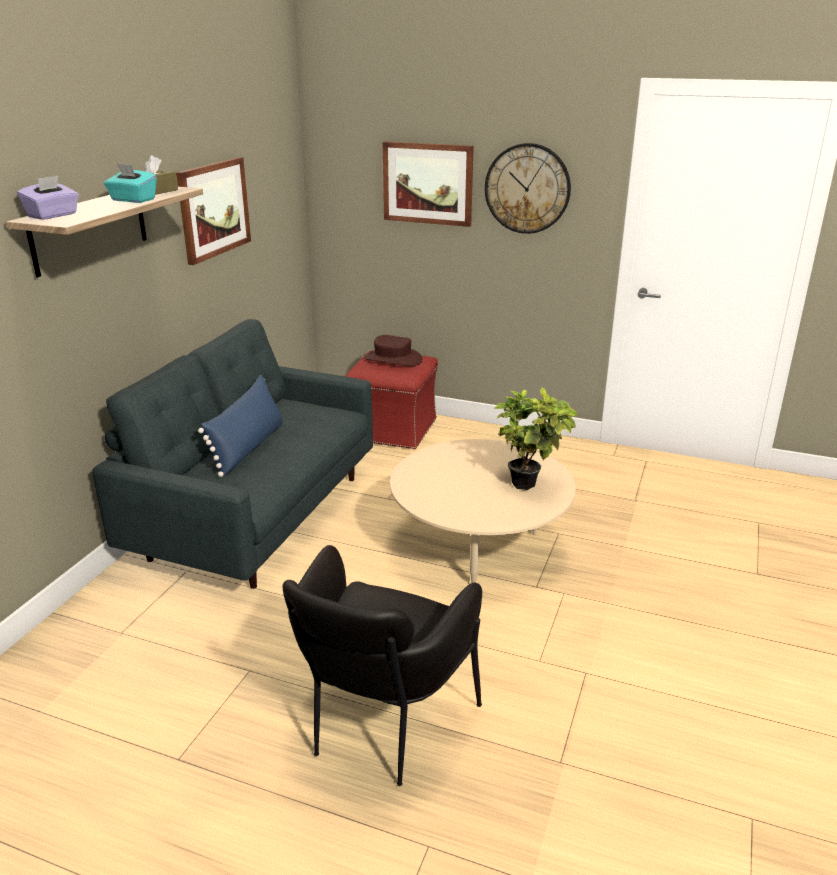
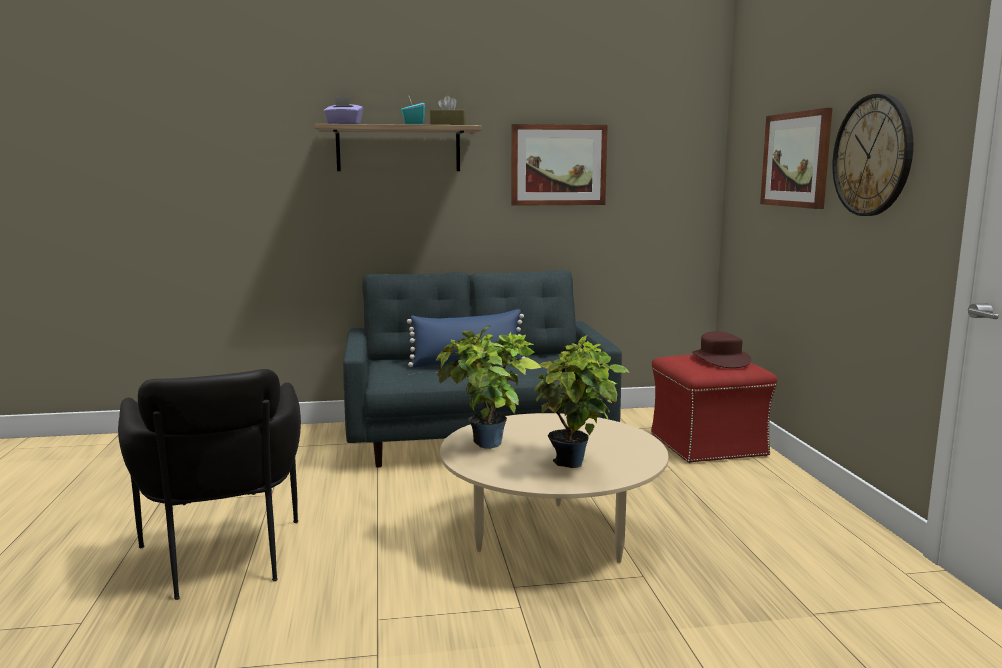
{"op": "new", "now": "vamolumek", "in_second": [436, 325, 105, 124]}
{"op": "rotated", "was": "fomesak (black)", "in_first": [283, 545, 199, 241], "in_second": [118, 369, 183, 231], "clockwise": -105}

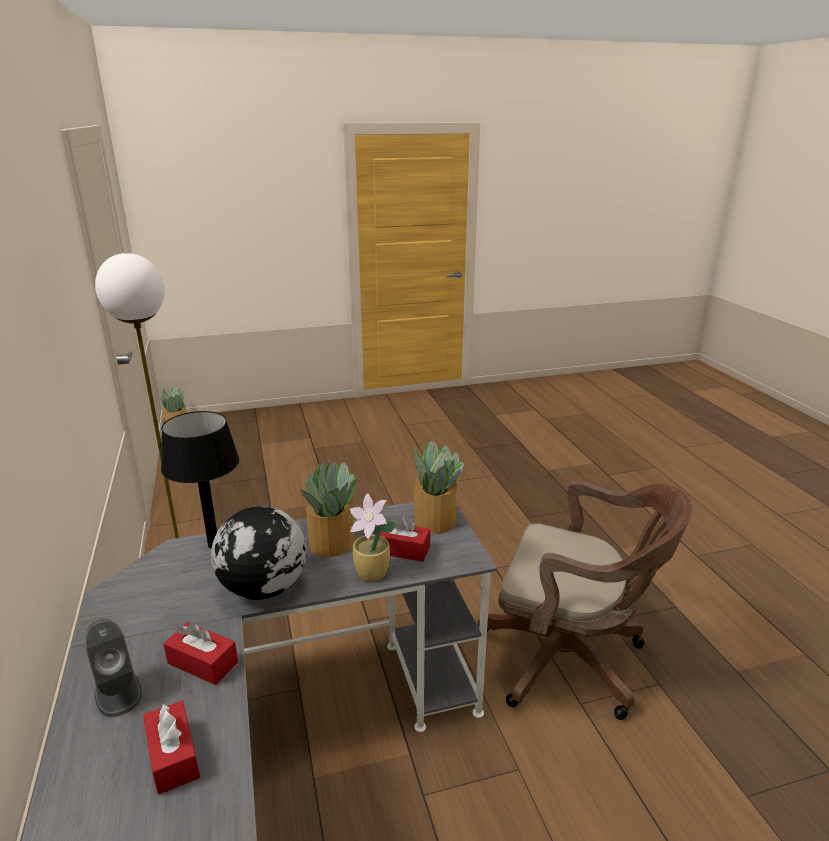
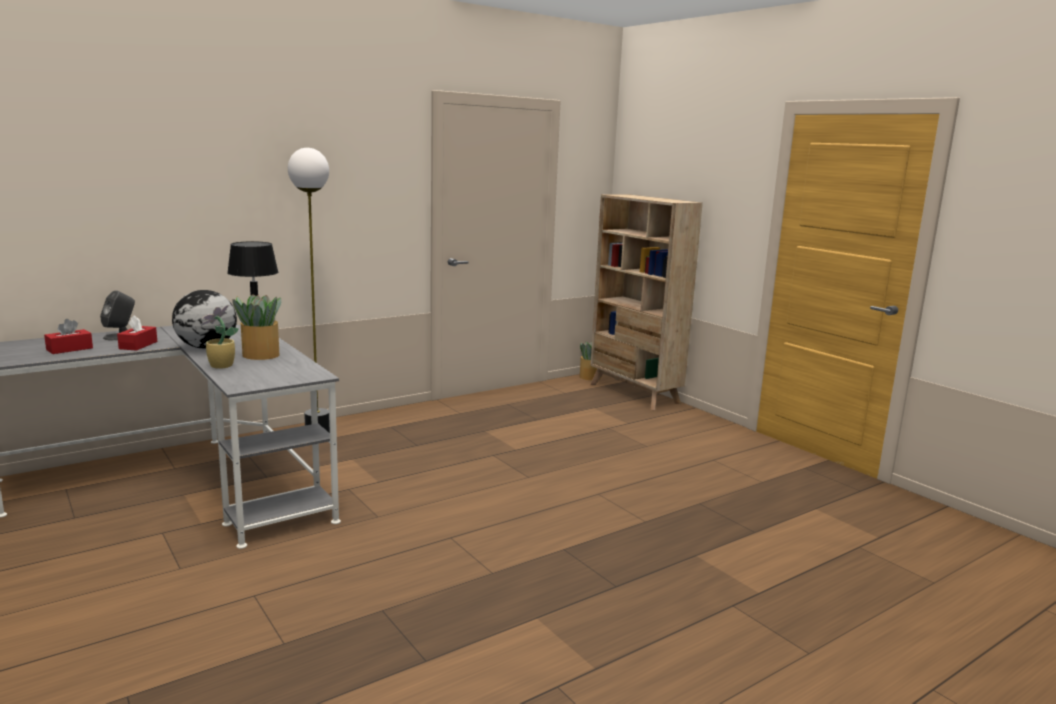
{"op": "gone", "was": "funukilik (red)", "in_first": [375, 515, 55, 47]}
{"op": "gone", "was": "vamolumek", "in_first": [413, 440, 51, 94]}
{"op": "gone", "was": "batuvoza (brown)", "in_first": [478, 480, 214, 240]}
{"op": "new", "now": "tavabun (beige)", "in_second": [590, 194, 113, 216]}

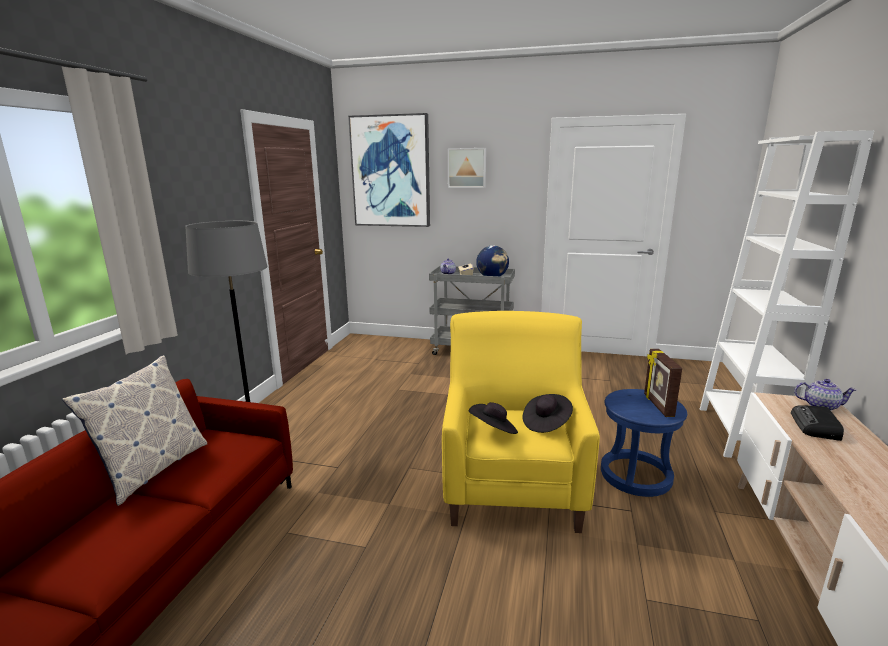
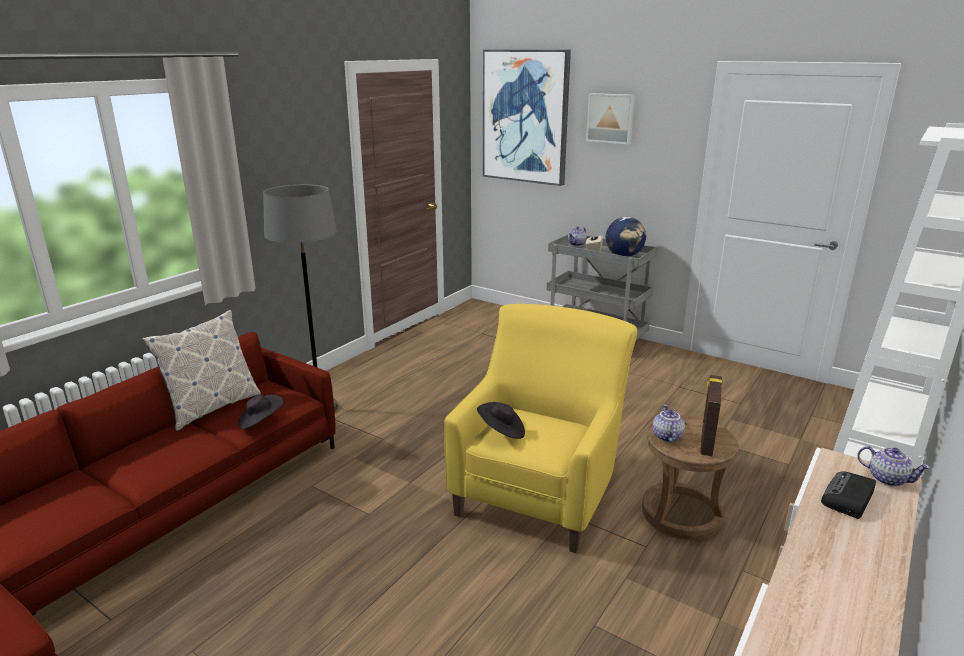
{"op": "new", "now": "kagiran", "in_second": [652, 404, 33, 38]}
{"op": "shifted", "was": "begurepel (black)", "in_first": [523, 394, 50, 39], "in_second": [238, 395, 45, 34]}
{"op": "repainted", "was": "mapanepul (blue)", "now": "mapanepul (brown)", "in_first": [601, 389, 86, 108], "in_second": [642, 416, 97, 124]}

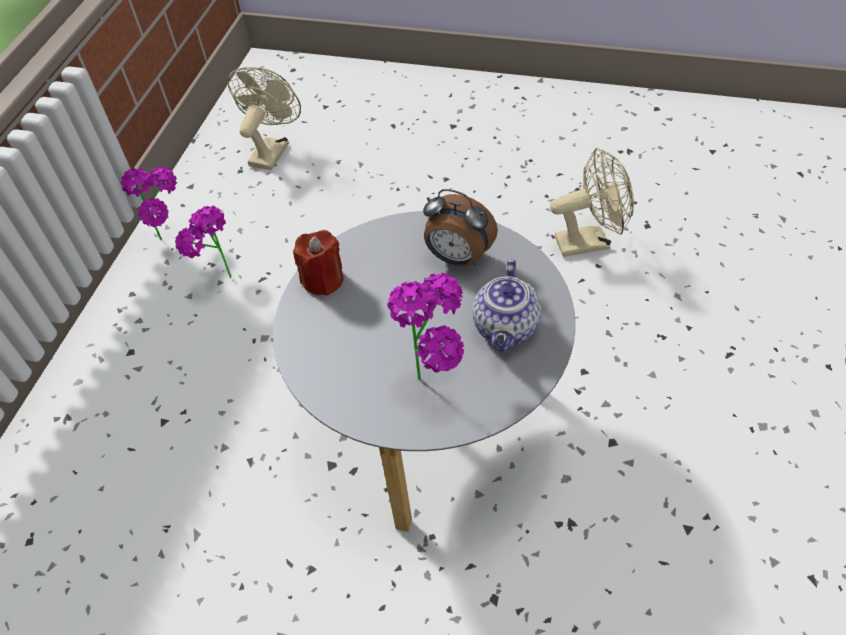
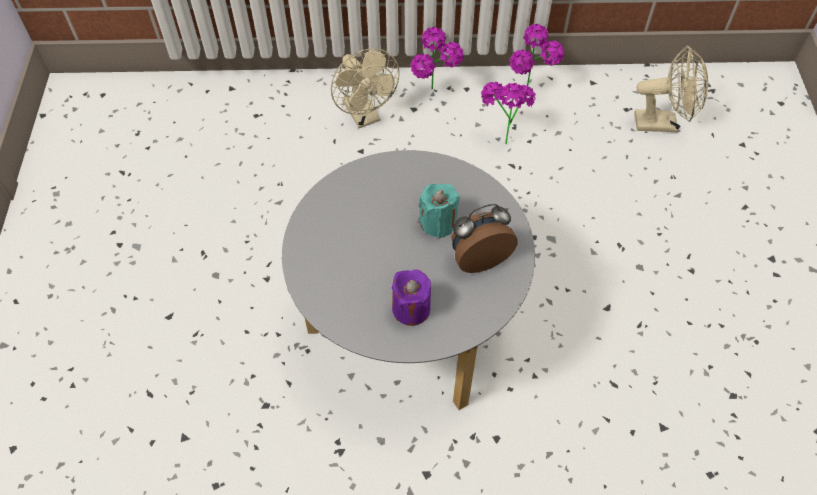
{"op": "gone", "was": "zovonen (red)", "in_first": [293, 230, 51, 65]}
{"op": "new", "now": "zovonen (turquoise)", "in_second": [419, 184, 41, 54]}
{"op": "shifted", "was": "vamolumek", "in_first": [387, 273, 77, 107], "in_second": [410, 27, 54, 62]}
{"op": "shifted", "was": "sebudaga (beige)", "in_first": [550, 147, 84, 110], "in_second": [331, 48, 68, 80]}
{"op": "swapped", "was": "kagiran", "now": "zovonen (purple)", "in_first": [472, 259, 69, 93], "in_second": [391, 269, 40, 57]}
{"op": "rotated", "was": "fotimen", "in_first": [423, 189, 75, 77], "in_second": [451, 204, 67, 69], "clockwise": 60}

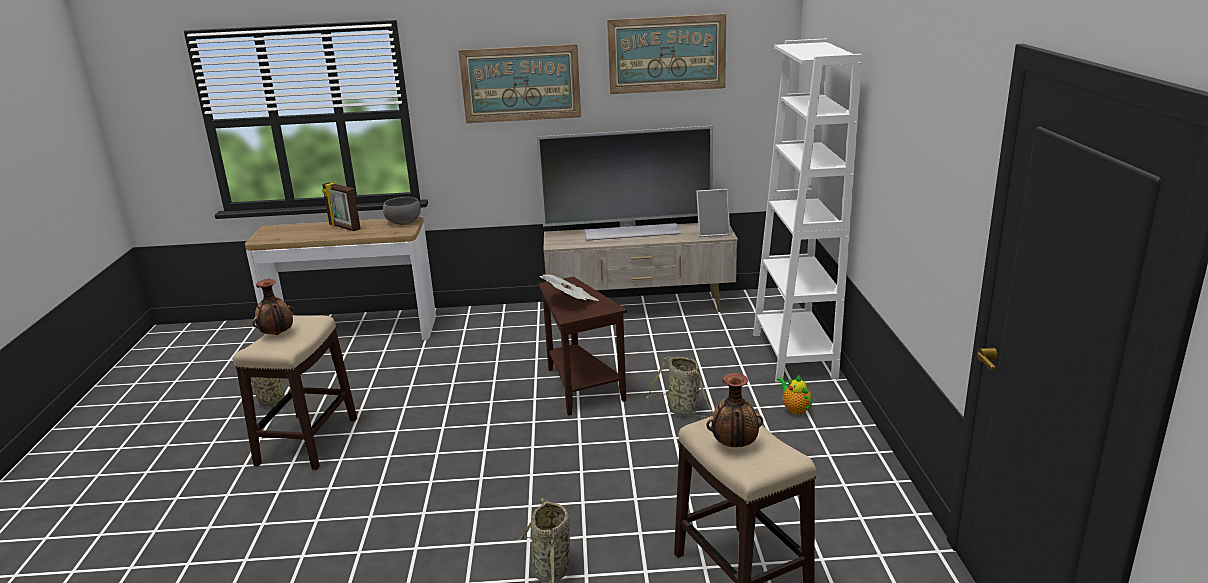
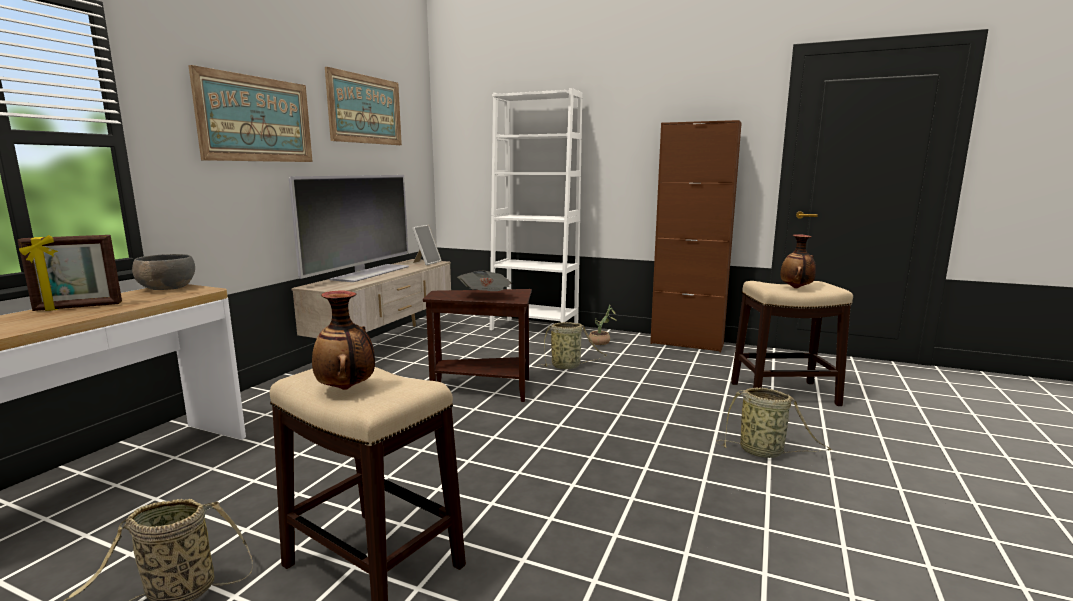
{"op": "new", "now": "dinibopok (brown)", "in_second": [650, 120, 92, 232]}
{"op": "swapped", "was": "kagiran", "now": "vamolumek", "in_first": [777, 375, 35, 40], "in_second": [589, 305, 27, 40]}

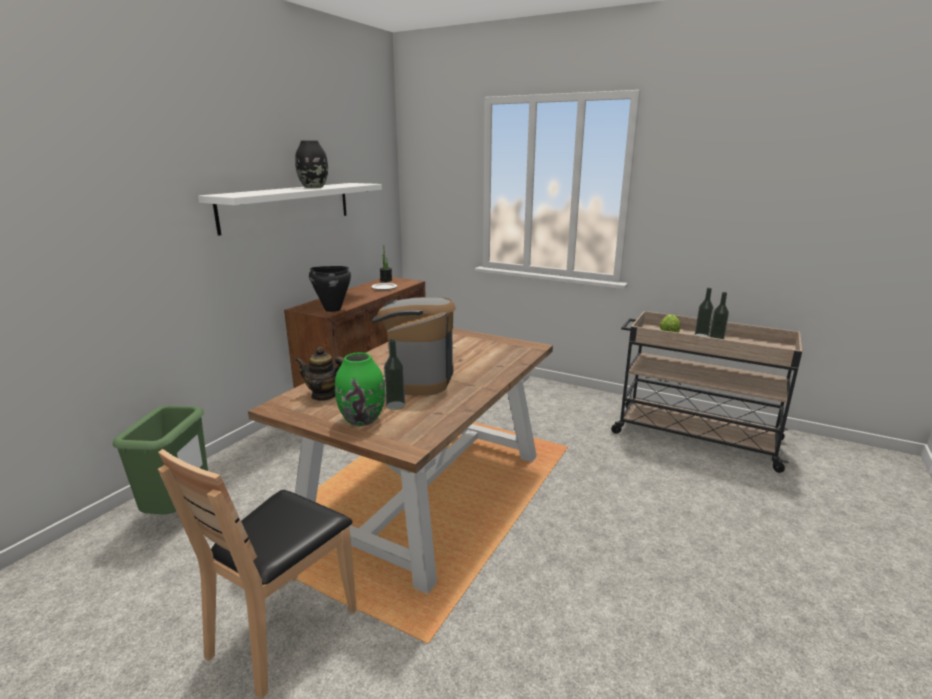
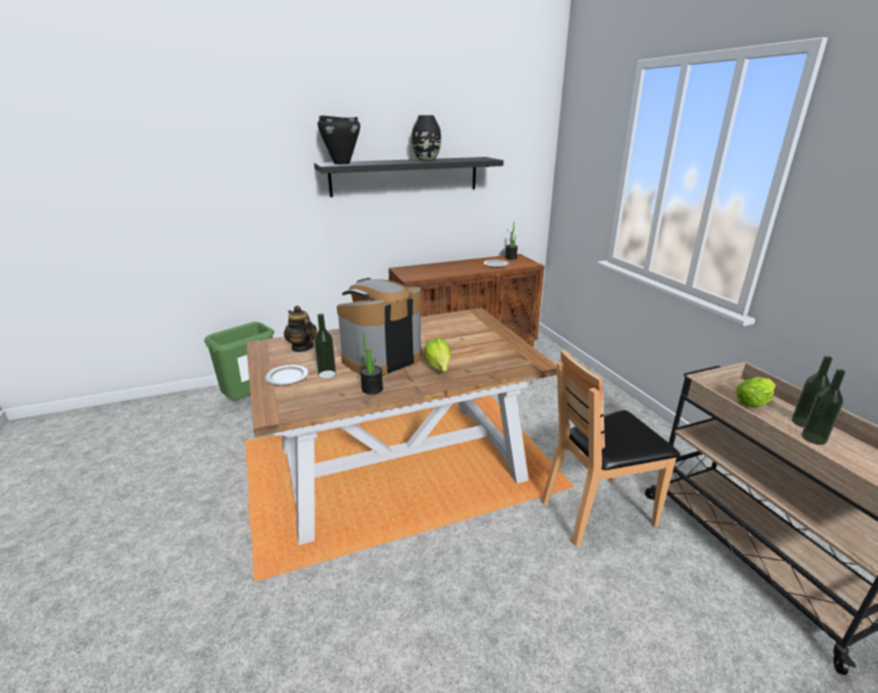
{"op": "new", "now": "vamolumek", "in_second": [360, 333, 23, 62]}
{"op": "new", "now": "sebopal", "in_second": [424, 338, 27, 34]}
{"op": "shifted", "was": "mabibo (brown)", "in_first": [158, 449, 199, 249], "in_second": [541, 349, 139, 198]}
{"op": "shifted", "was": "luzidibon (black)", "in_first": [309, 266, 42, 46], "in_second": [318, 115, 42, 49]}
{"op": "swapped", "was": "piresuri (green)", "now": "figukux", "in_first": [335, 352, 50, 74], "in_second": [265, 365, 44, 21]}
{"op": "repainted", "was": "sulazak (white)", "now": "sulazak (black)", "in_first": [198, 183, 184, 53], "in_second": [314, 157, 190, 40]}

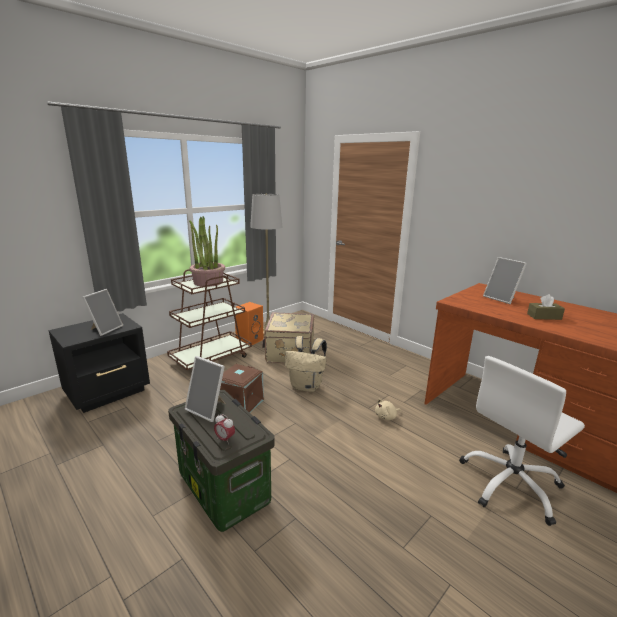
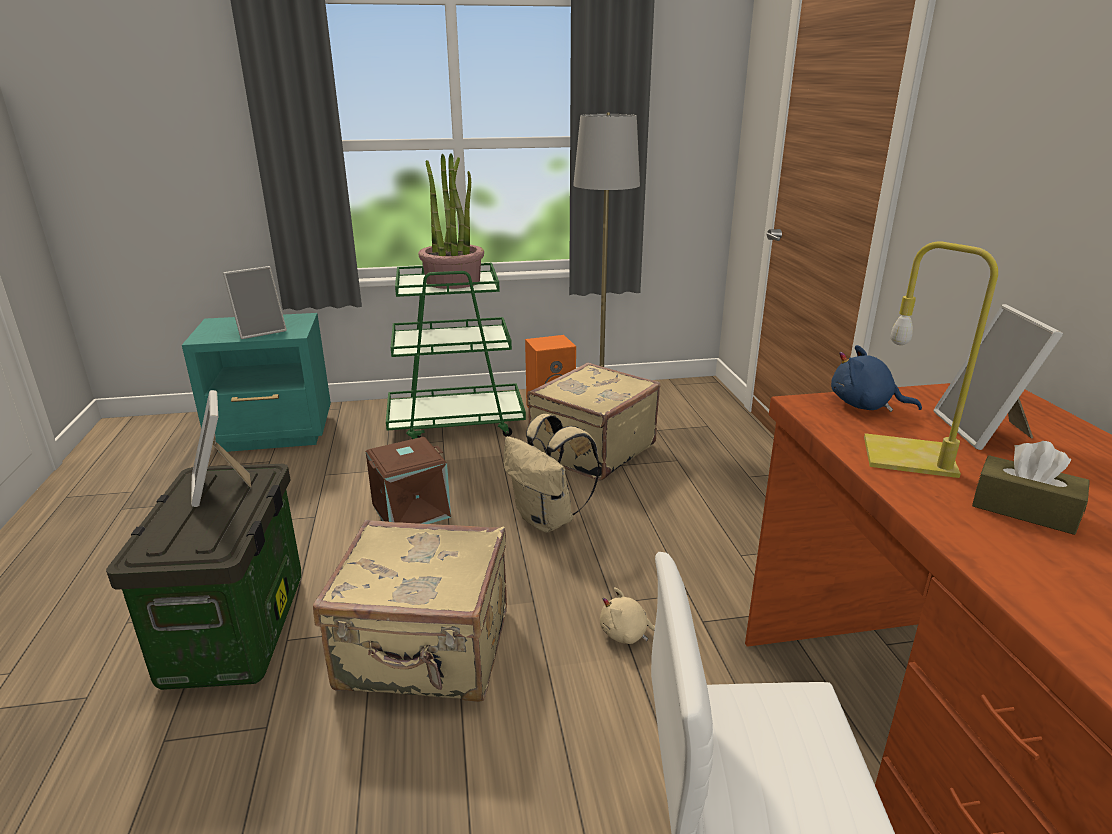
{"op": "gone", "was": "fotimen", "in_first": [214, 414, 21, 30]}
{"op": "new", "now": "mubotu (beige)", "in_second": [313, 520, 194, 182]}
{"op": "new", "now": "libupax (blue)", "in_second": [831, 345, 91, 67]}
{"op": "new", "now": "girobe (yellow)", "in_second": [864, 241, 134, 237]}
{"op": "repainted", "was": "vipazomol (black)", "now": "vipazomol (turquoise)", "in_first": [48, 313, 102, 100], "in_second": [182, 313, 149, 139]}
{"op": "repainted", "was": "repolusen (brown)", "now": "repolusen (green)", "in_first": [167, 269, 85, 101], "in_second": [386, 263, 140, 176]}

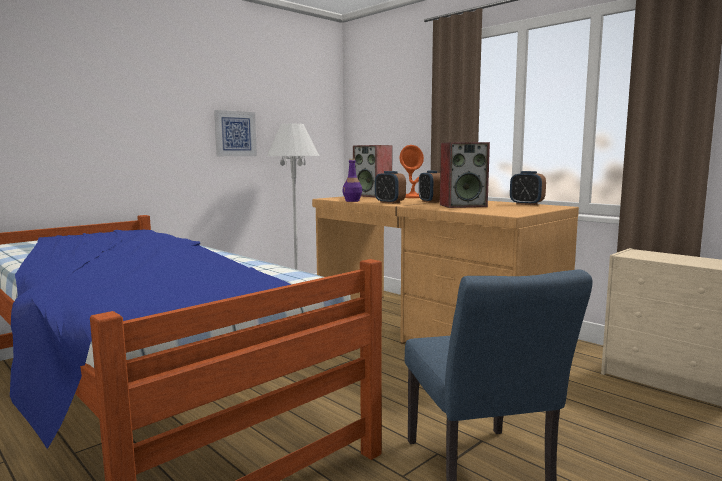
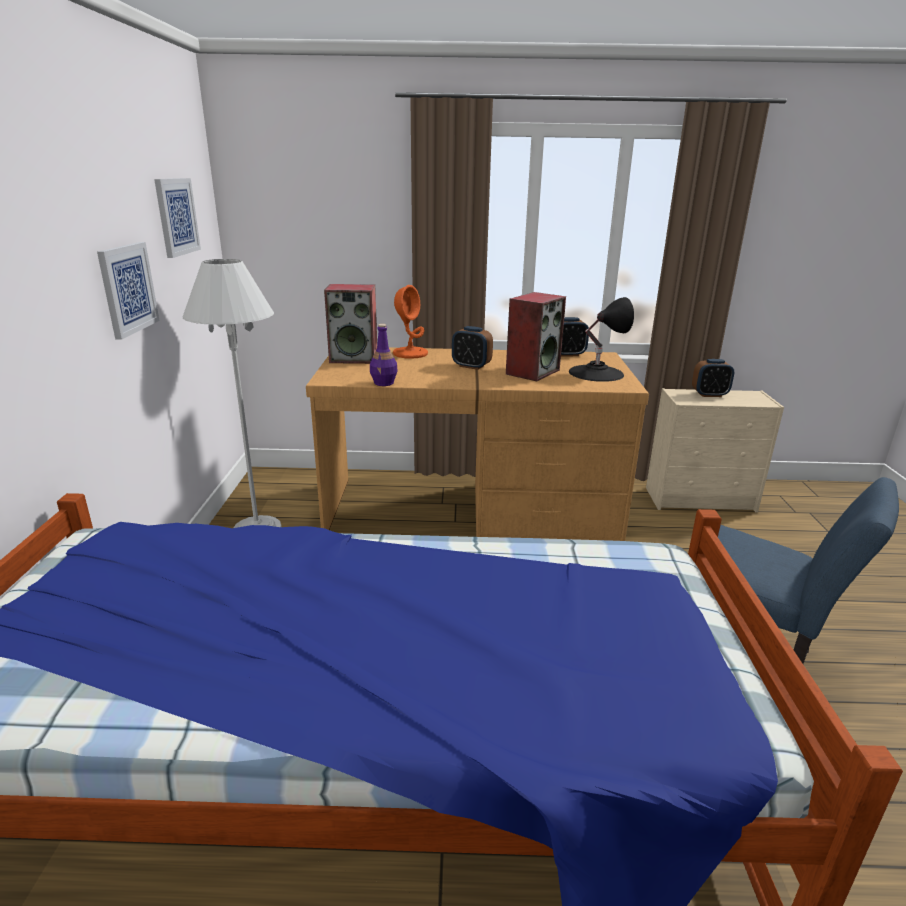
{"op": "new", "now": "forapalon", "in_second": [154, 178, 47, 80]}
{"op": "new", "now": "girobe (black)", "in_second": [569, 297, 65, 85]}
{"op": "shifted", "was": "fotimen", "in_first": [375, 171, 31, 33], "in_second": [692, 359, 42, 38]}

